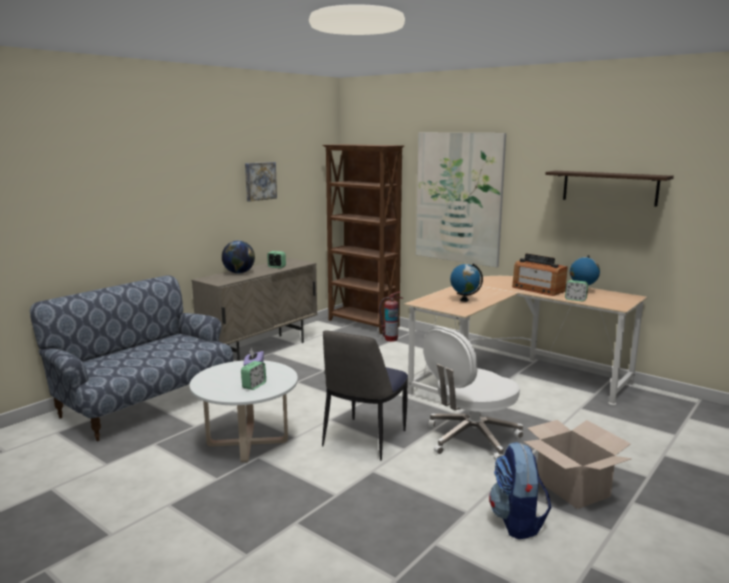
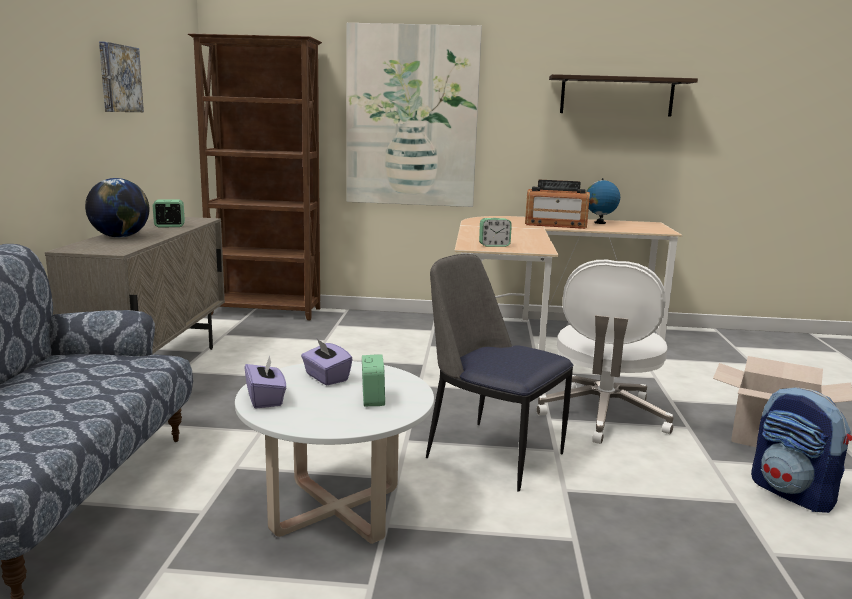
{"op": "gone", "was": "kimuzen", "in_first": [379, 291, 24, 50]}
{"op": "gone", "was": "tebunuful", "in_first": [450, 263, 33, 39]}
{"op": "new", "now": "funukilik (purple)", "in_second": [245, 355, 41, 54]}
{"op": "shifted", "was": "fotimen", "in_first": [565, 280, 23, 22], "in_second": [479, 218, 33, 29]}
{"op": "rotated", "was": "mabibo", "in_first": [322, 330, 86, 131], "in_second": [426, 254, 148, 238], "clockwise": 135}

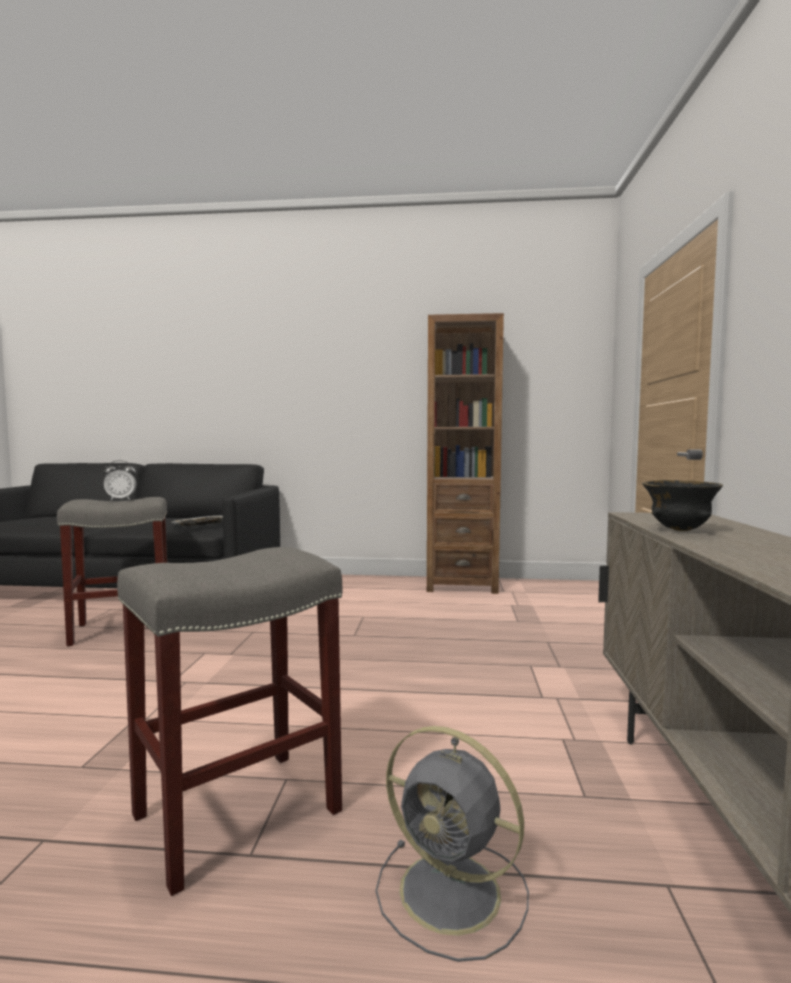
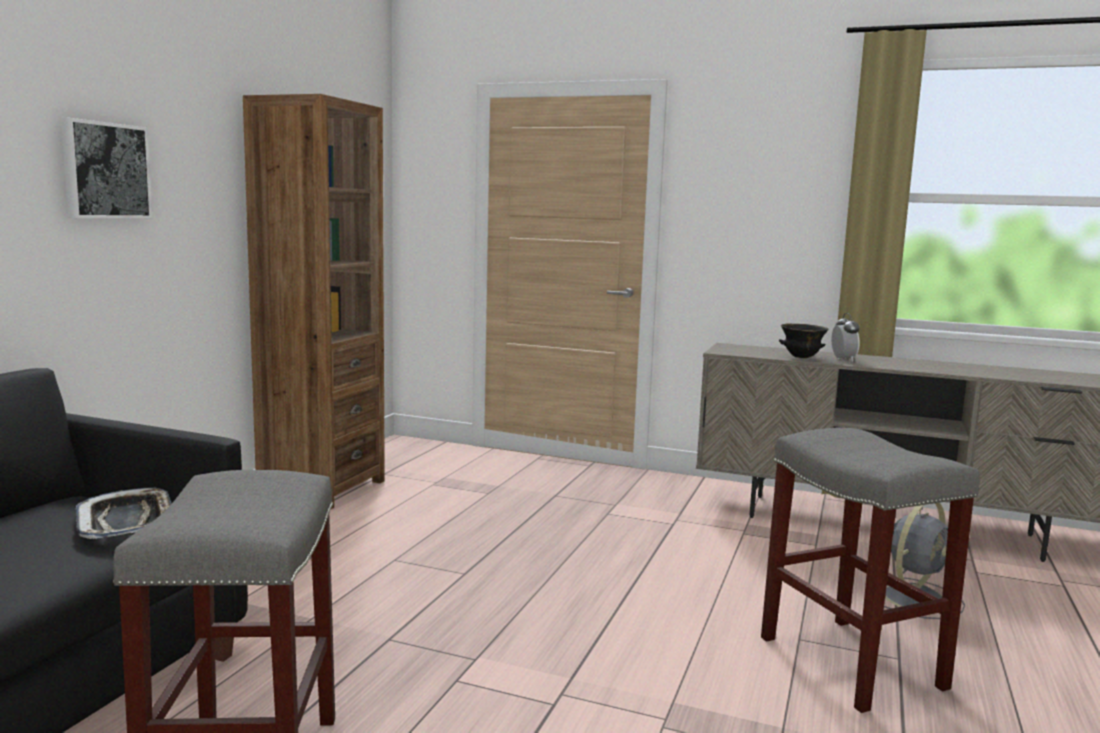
{"op": "new", "now": "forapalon", "in_second": [61, 118, 92, 100]}
{"op": "shifted", "was": "fotimen", "in_first": [103, 460, 33, 41], "in_second": [832, 313, 28, 49]}

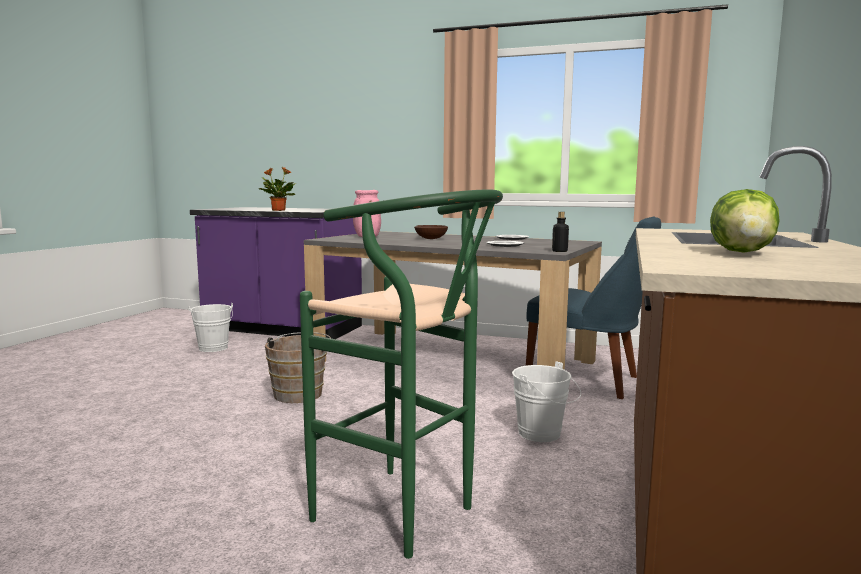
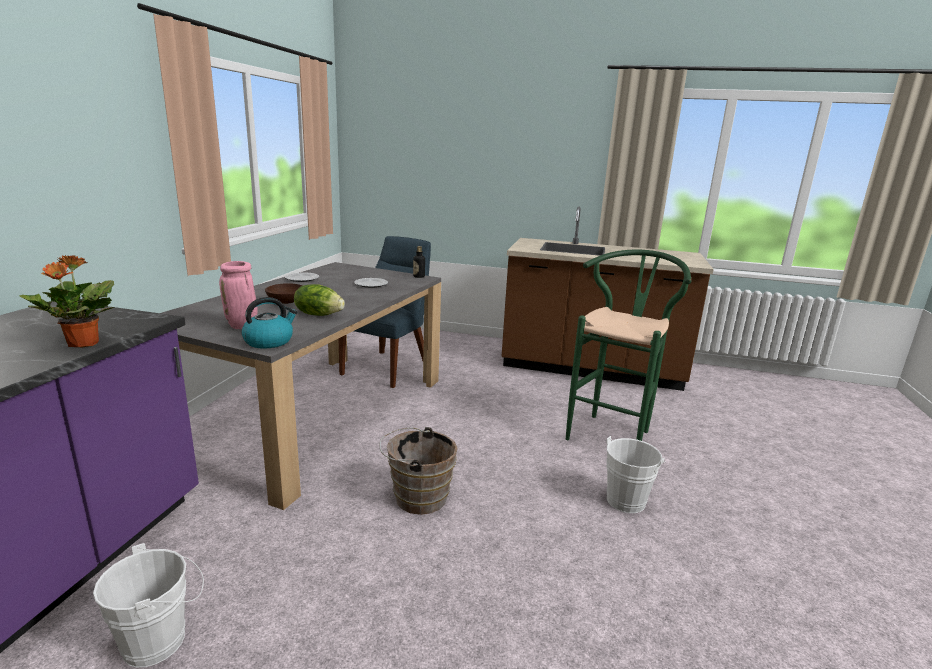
{"op": "new", "now": "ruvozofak", "in_second": [241, 297, 57, 52]}
{"op": "shifted", "was": "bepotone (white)", "in_first": [512, 361, 69, 81], "in_second": [606, 436, 60, 77]}
{"op": "shifted", "was": "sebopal", "in_first": [710, 189, 70, 64], "in_second": [294, 284, 51, 32]}

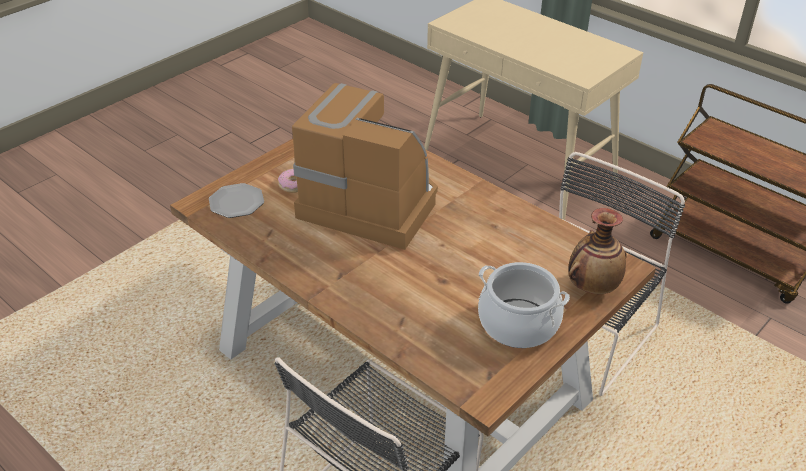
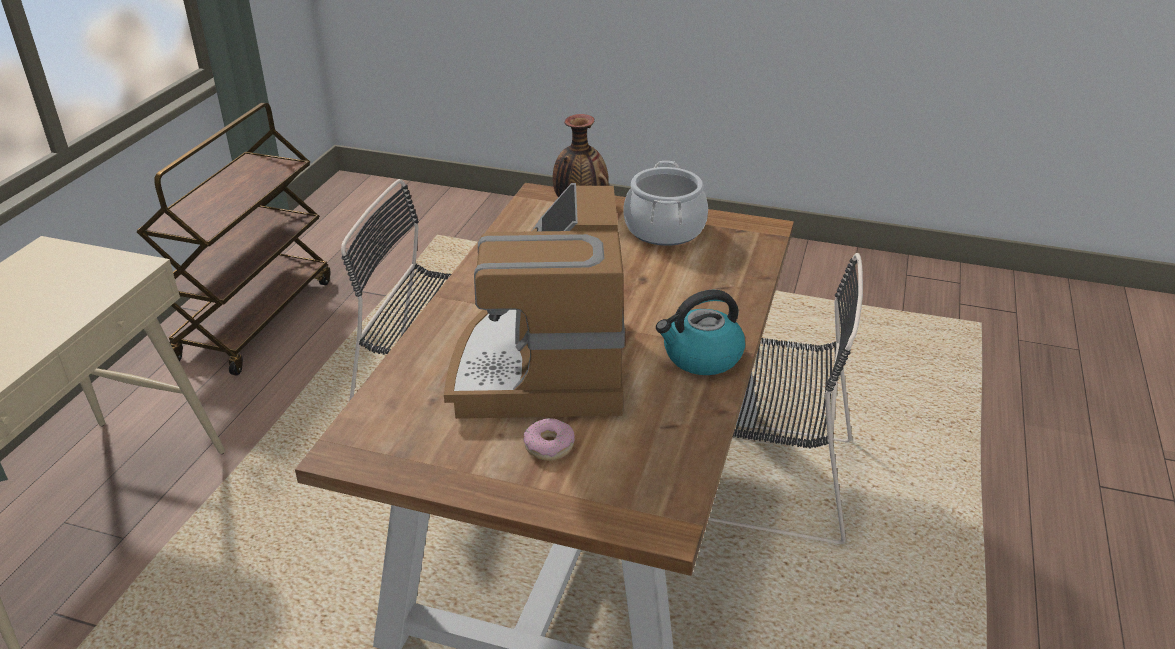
{"op": "gone", "was": "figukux", "in_first": [209, 183, 55, 35]}
{"op": "new", "now": "ruvozofak", "in_second": [656, 290, 89, 85]}

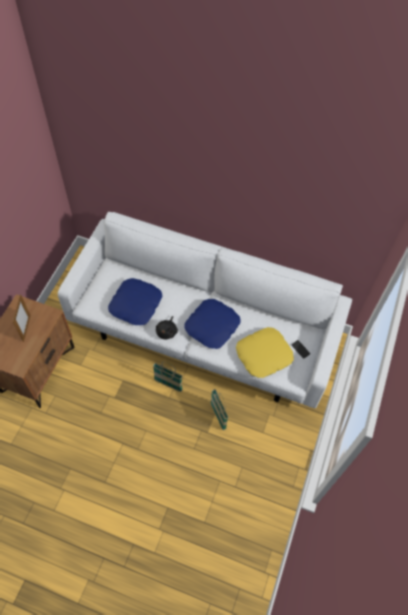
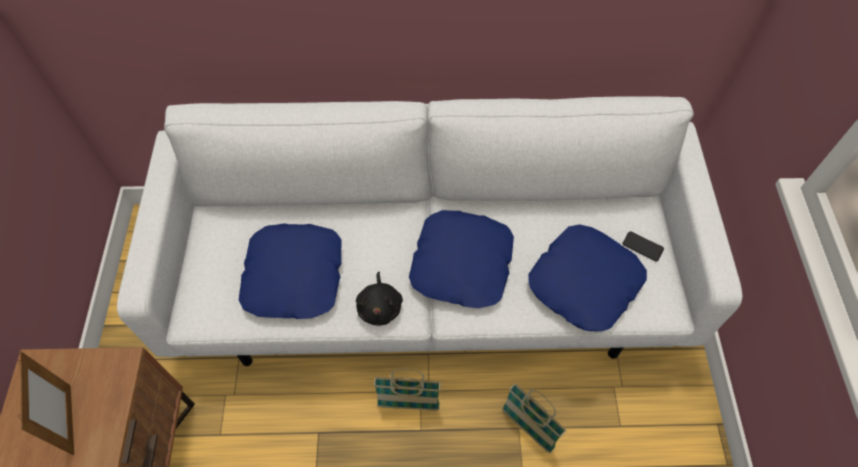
{"op": "repainted", "was": "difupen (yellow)", "now": "difupen (blue)", "in_first": [236, 327, 58, 51], "in_second": [528, 224, 119, 108]}

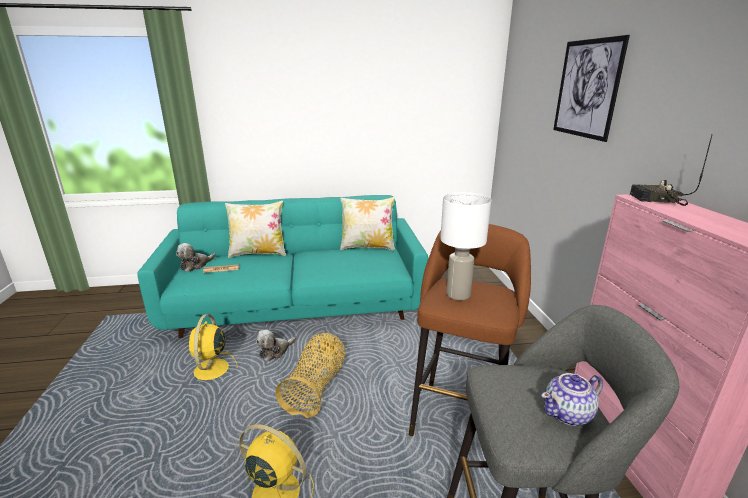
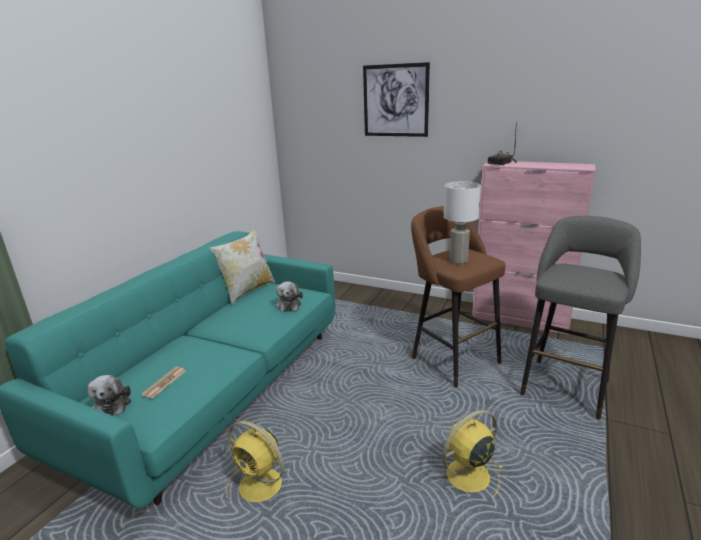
{"op": "gone", "was": "difupen", "in_first": [225, 200, 61, 58]}
{"op": "gone", "was": "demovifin", "in_first": [275, 333, 70, 85]}
{"op": "gone", "was": "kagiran", "in_first": [541, 373, 62, 53]}
{"op": "shifted", "was": "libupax", "in_first": [256, 330, 40, 31], "in_second": [275, 282, 28, 30]}

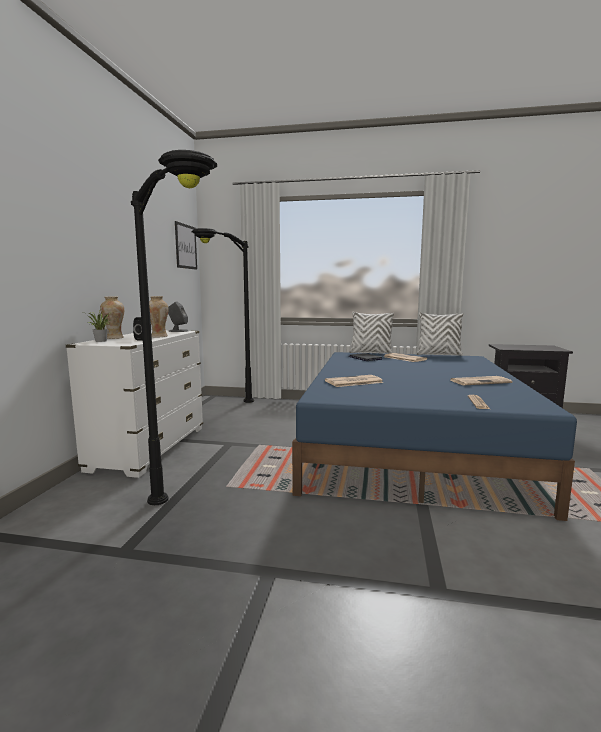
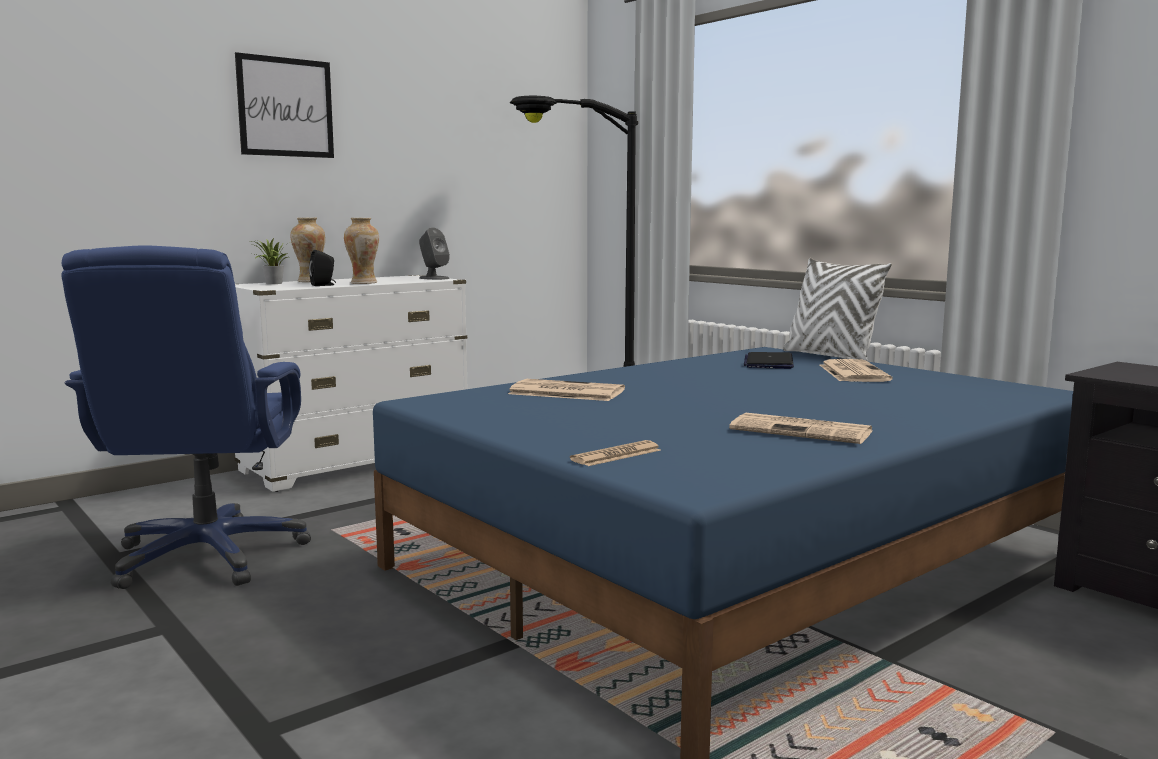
{"op": "gone", "was": "difupen (white)", "in_first": [417, 312, 46, 44]}
{"op": "shifted", "was": "forapalon", "in_first": [175, 221, 22, 49], "in_second": [235, 52, 99, 106]}
{"op": "swapped", "was": "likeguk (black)", "now": "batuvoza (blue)", "in_first": [131, 150, 86, 355], "in_second": [61, 245, 250, 344]}

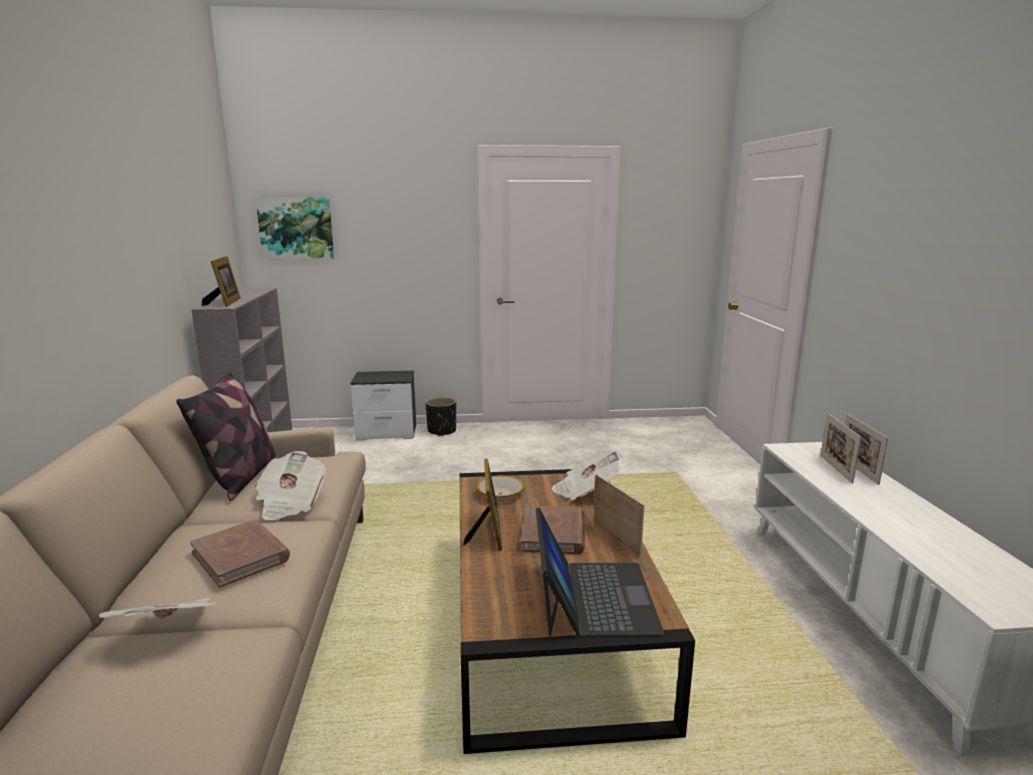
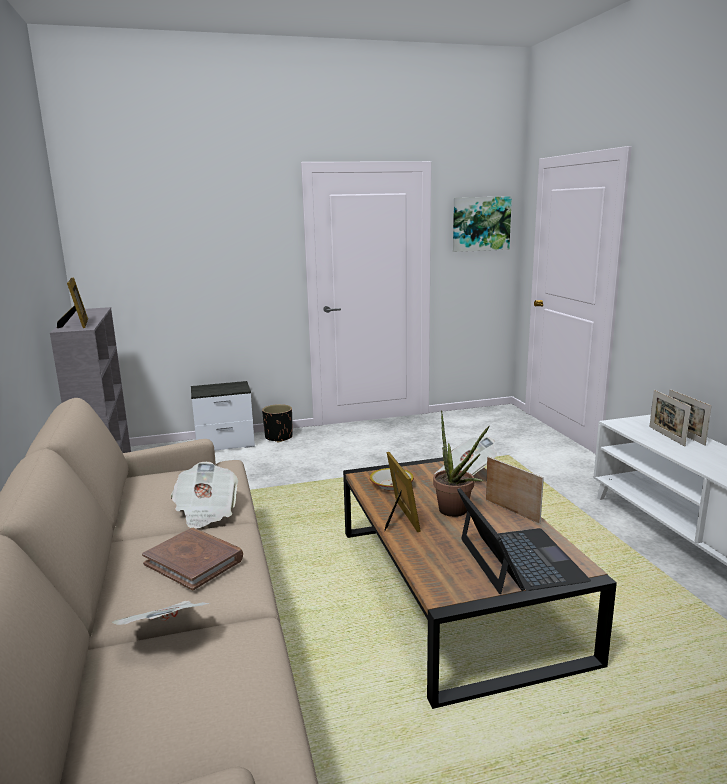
{"op": "gone", "was": "difupen", "in_first": [176, 371, 99, 130]}
{"op": "shifted", "was": "forapalon", "in_first": [256, 197, 78, 63], "in_second": [453, 196, 59, 56]}
{"op": "swapped", "was": "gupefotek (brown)", "now": "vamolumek", "in_first": [521, 506, 64, 48], "in_second": [433, 411, 57, 106]}

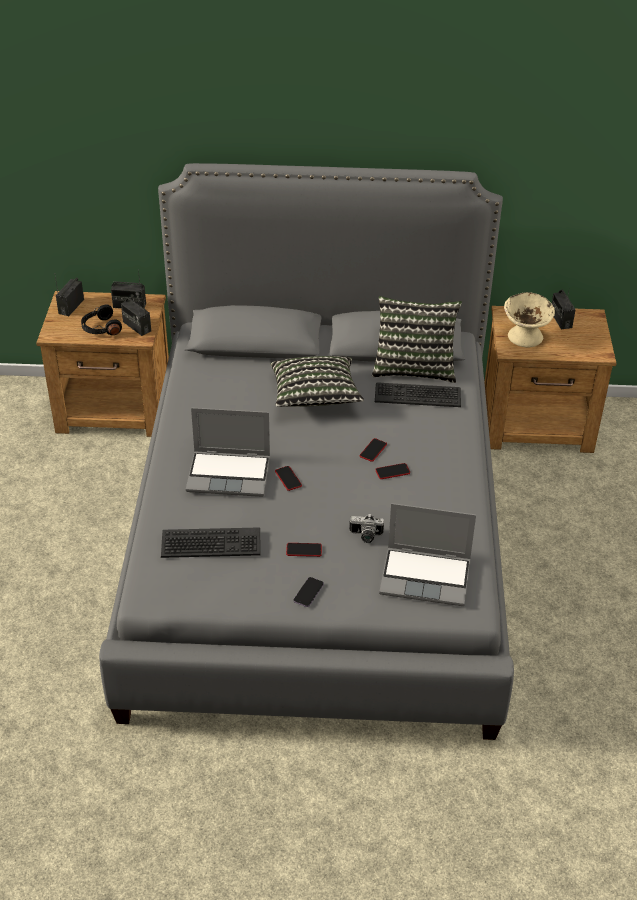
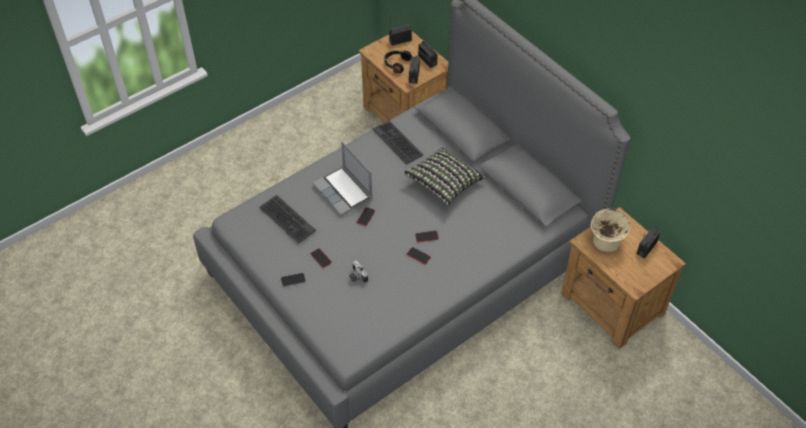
{"op": "gone", "was": "difupen", "in_first": [372, 296, 90, 87]}
{"op": "gone", "was": "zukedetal", "in_first": [379, 503, 97, 103]}
{"op": "shifted", "was": "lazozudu", "in_first": [375, 382, 86, 25], "in_second": [373, 120, 50, 44]}

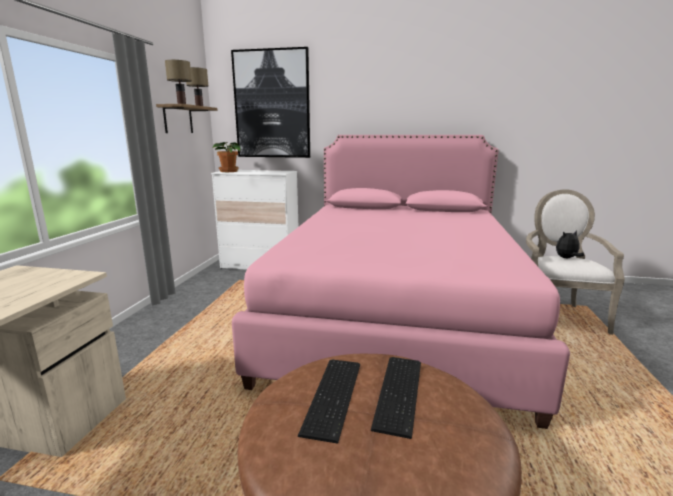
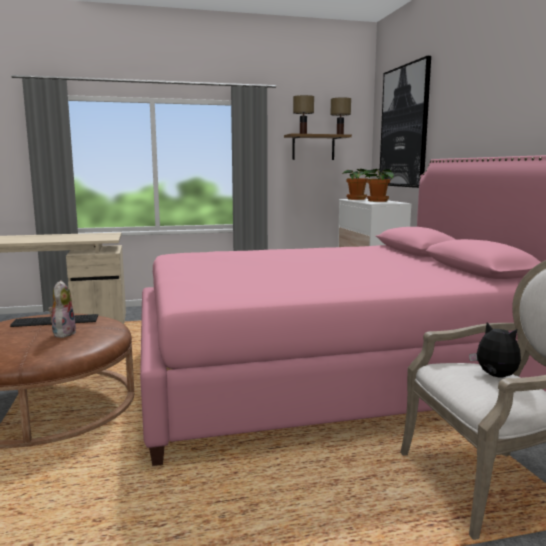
{"op": "new", "now": "vamolumek", "in_second": [363, 169, 31, 33]}
{"op": "swapped", "was": "lazozudu", "now": "libupax", "in_first": [371, 357, 50, 82], "in_second": [48, 281, 28, 57]}

